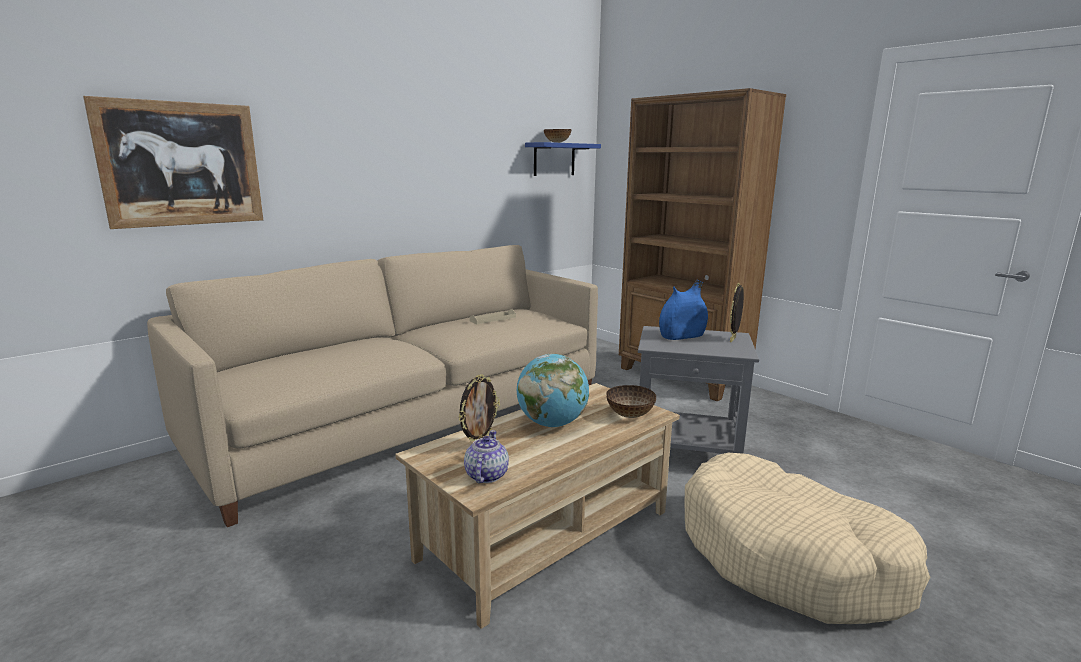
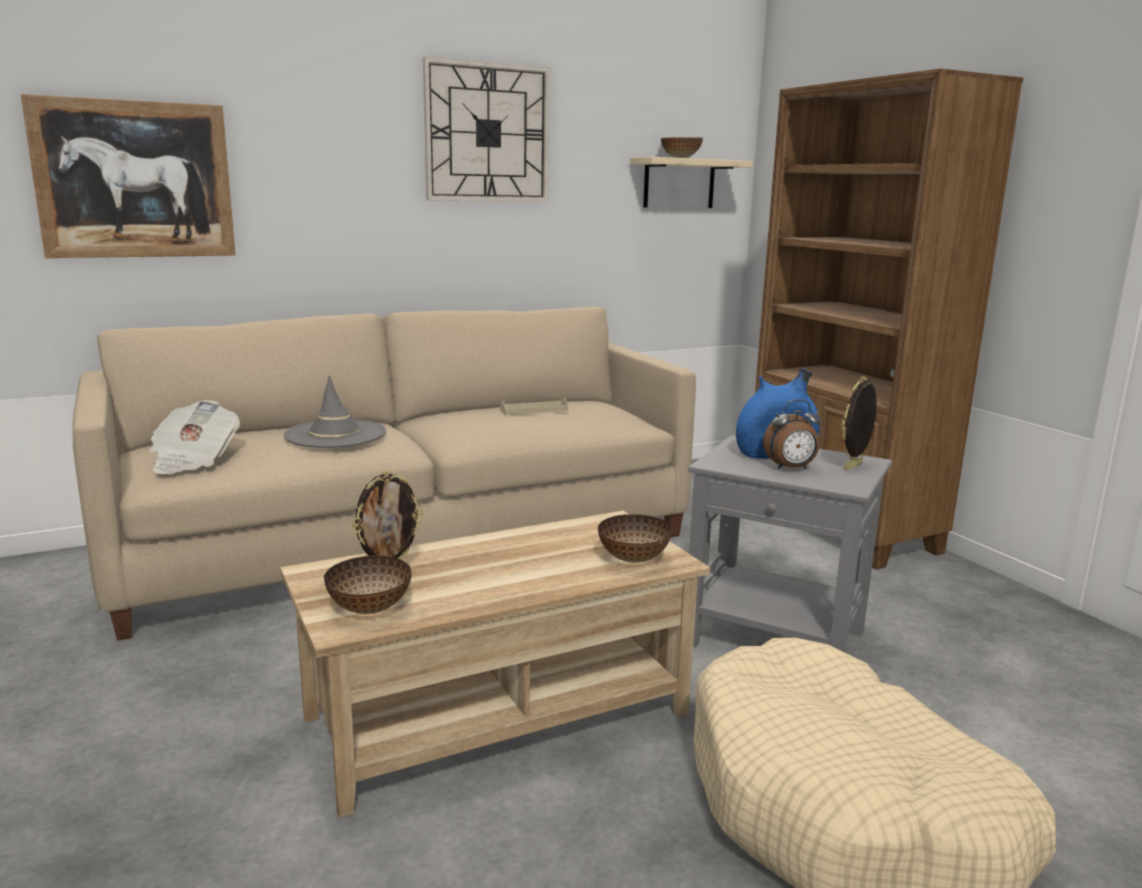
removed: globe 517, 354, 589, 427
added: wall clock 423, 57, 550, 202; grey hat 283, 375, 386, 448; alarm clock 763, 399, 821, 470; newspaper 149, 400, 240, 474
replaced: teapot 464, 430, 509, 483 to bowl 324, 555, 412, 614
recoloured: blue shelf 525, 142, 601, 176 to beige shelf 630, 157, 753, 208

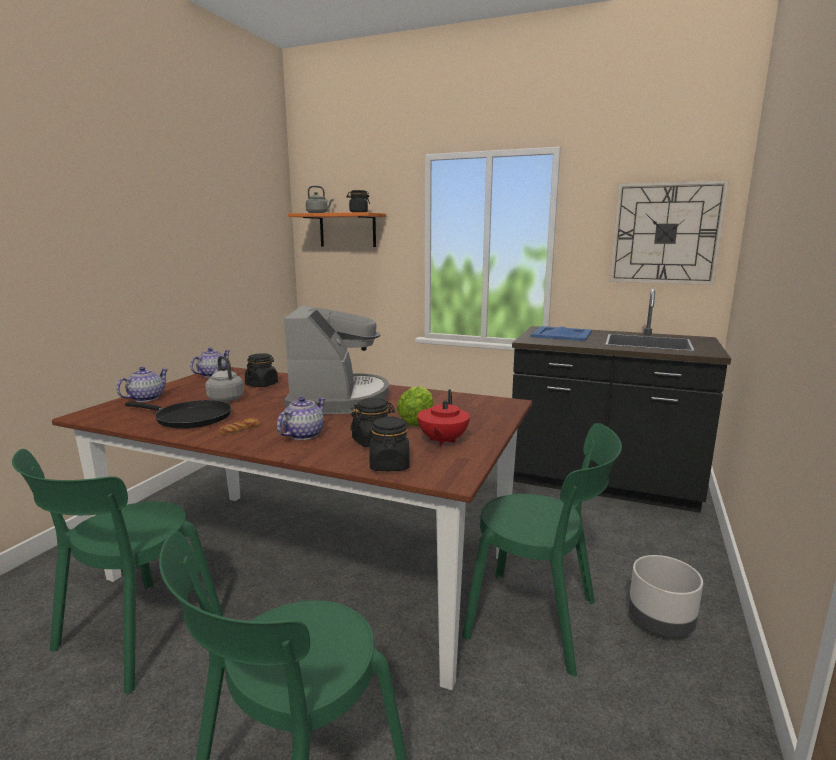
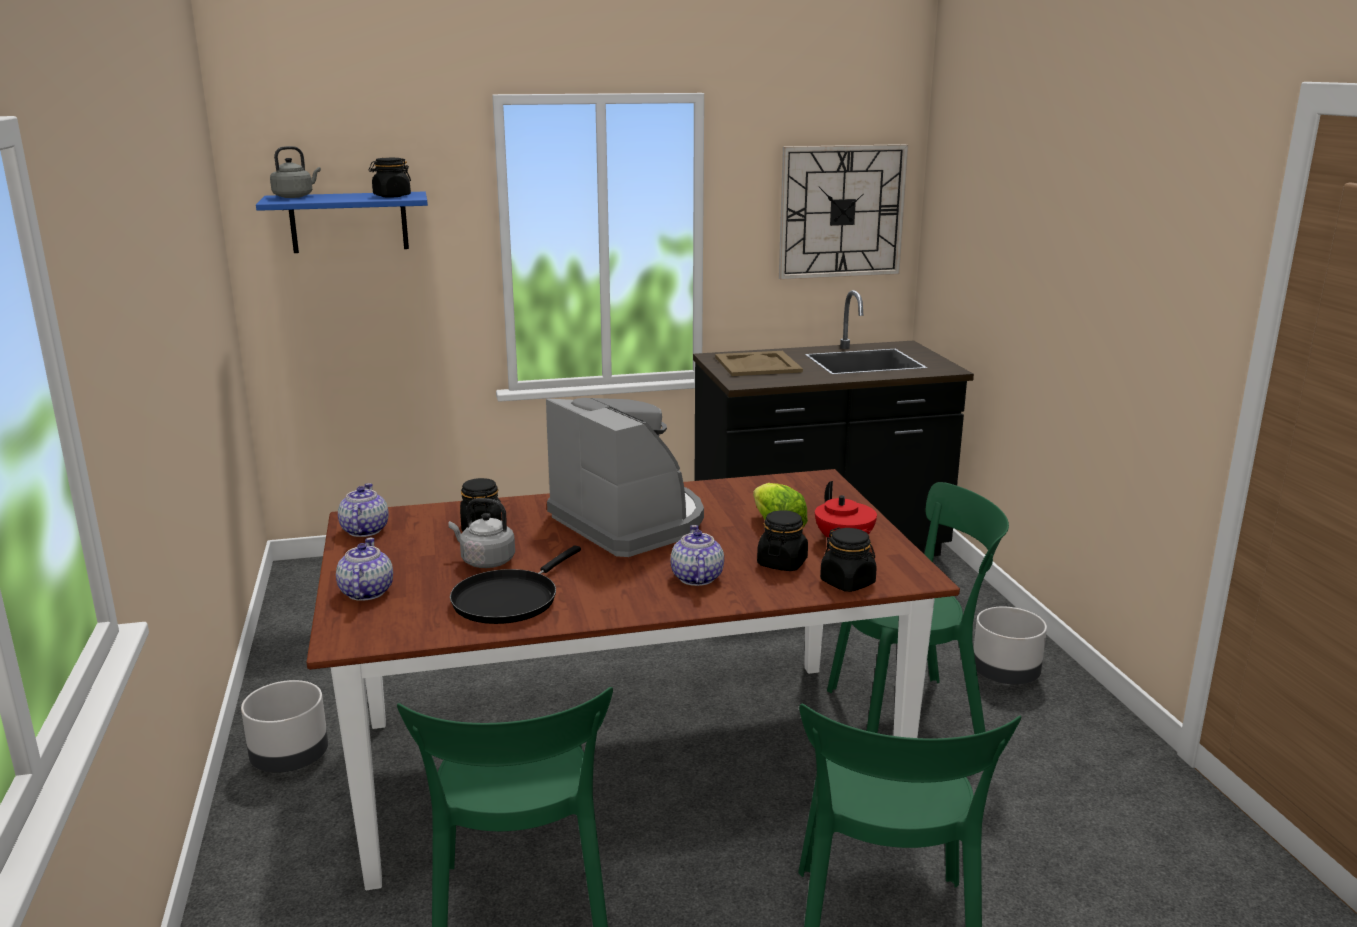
removed: bread 219, 418, 260, 434
added: grey planter 241, 680, 328, 773
recoloured: orange shelf 288, 212, 386, 247 to blue shelf 256, 192, 428, 253; blue tray 531, 326, 592, 341 to beige tray 715, 351, 803, 376
turned: black frying pan 125, 400, 232, 429 = 450, 545, 581, 624 135 degrees clockwise

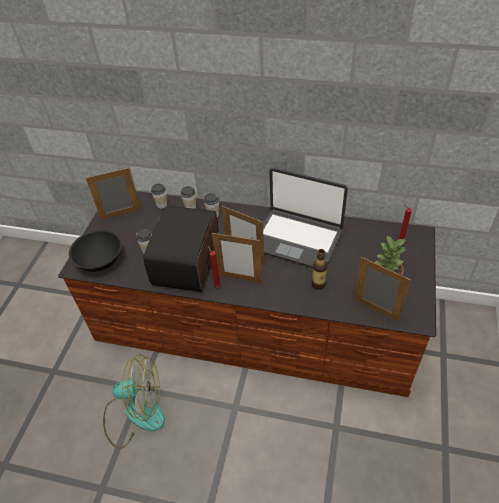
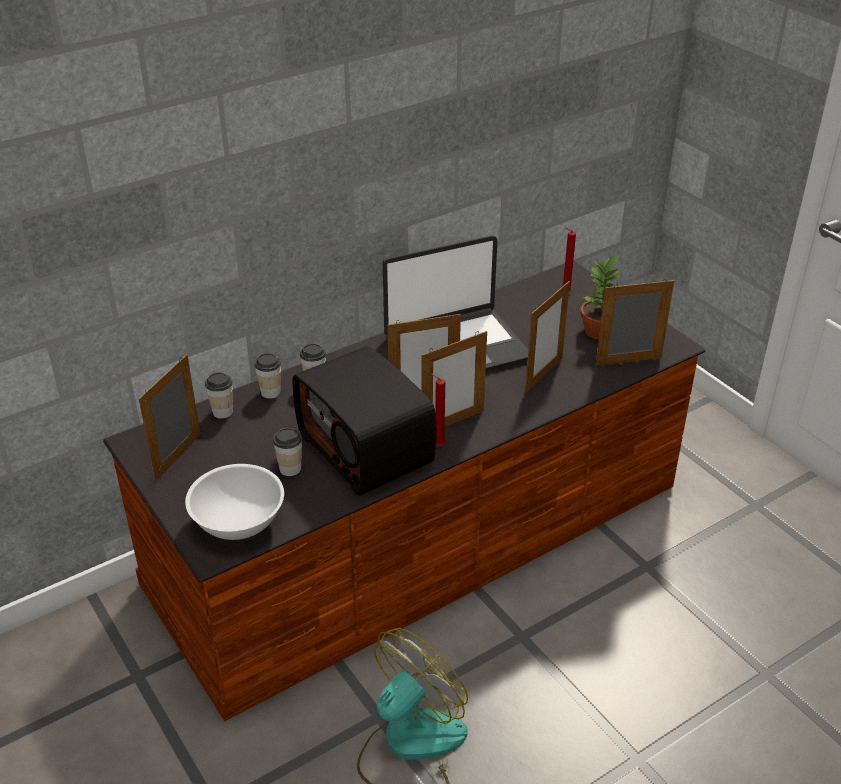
replaced: bottle 312, 249, 327, 290 to picture frame 525, 281, 570, 392
recoloured: black bowl 69, 230, 122, 272 to white bowl 185, 464, 284, 540

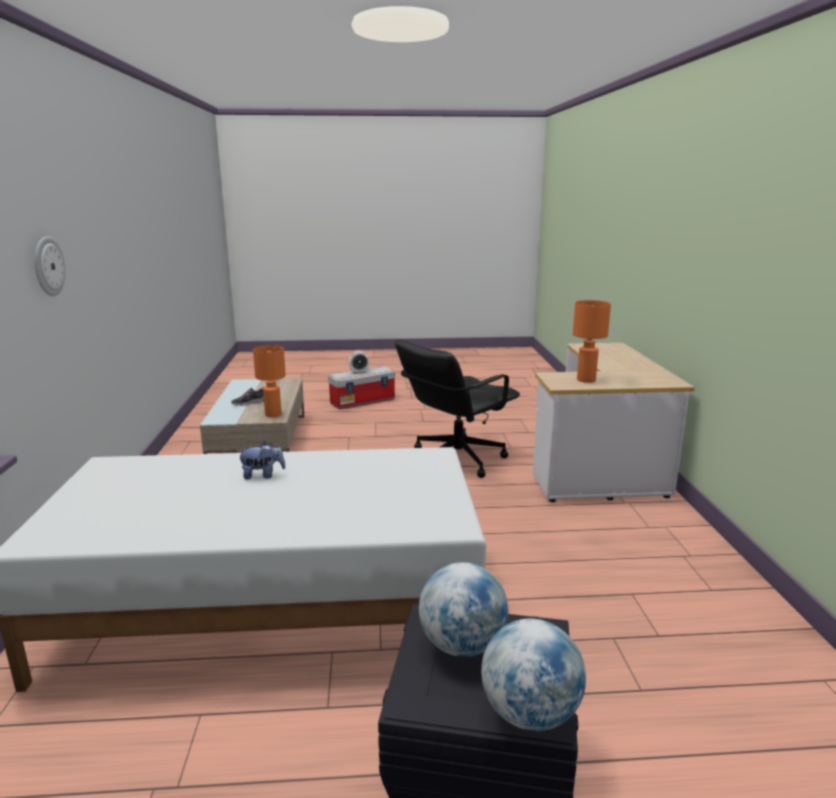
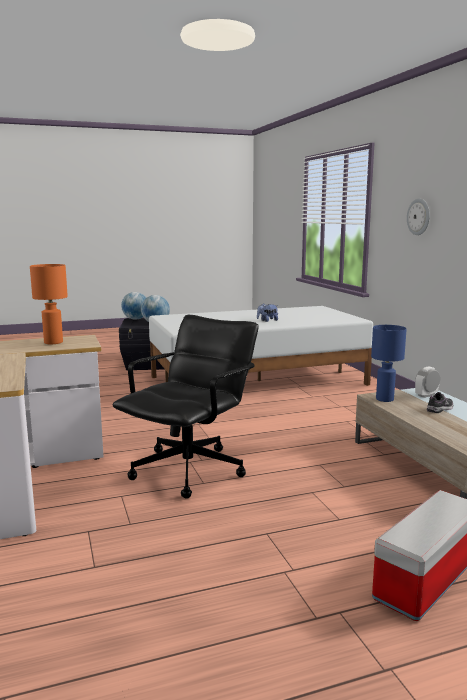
moved: alarm clock 349, 351, 369, 374 to 415, 367, 440, 398
recoloured: orange table lamp 253, 345, 286, 417 to blue table lamp 371, 325, 407, 402

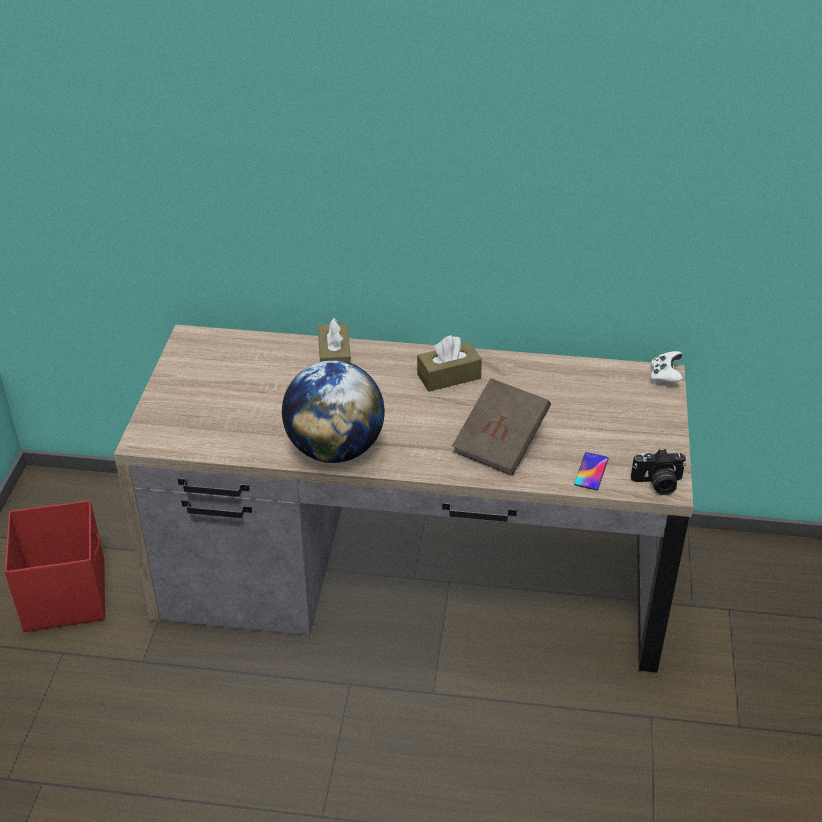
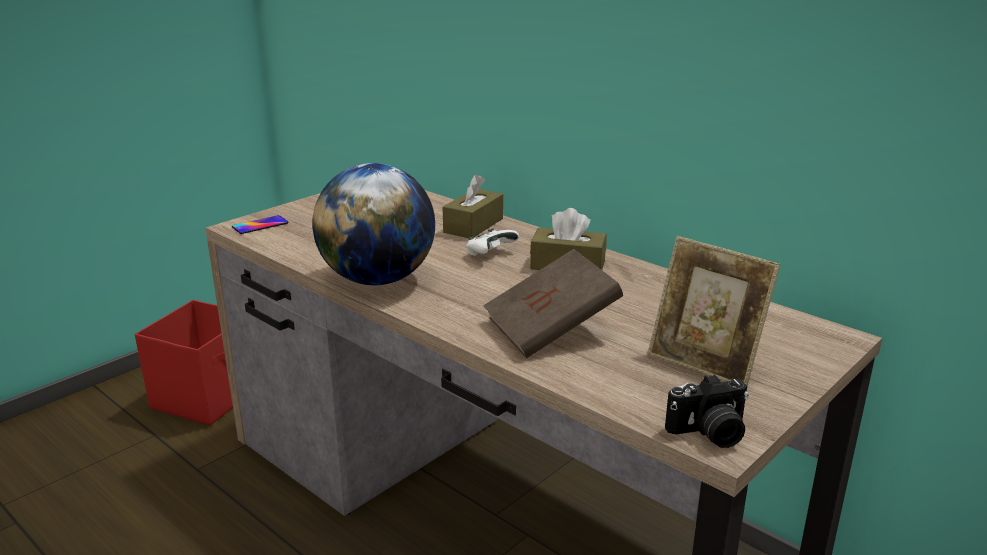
added: picture frame 647, 236, 781, 386
moved: white game controller 651, 351, 683, 384 to 466, 228, 519, 256; phone 574, 452, 609, 490 to 232, 215, 289, 234
turned: photo camera 631, 449, 686, 495 = 665, 374, 749, 448 45 degrees counterclockwise

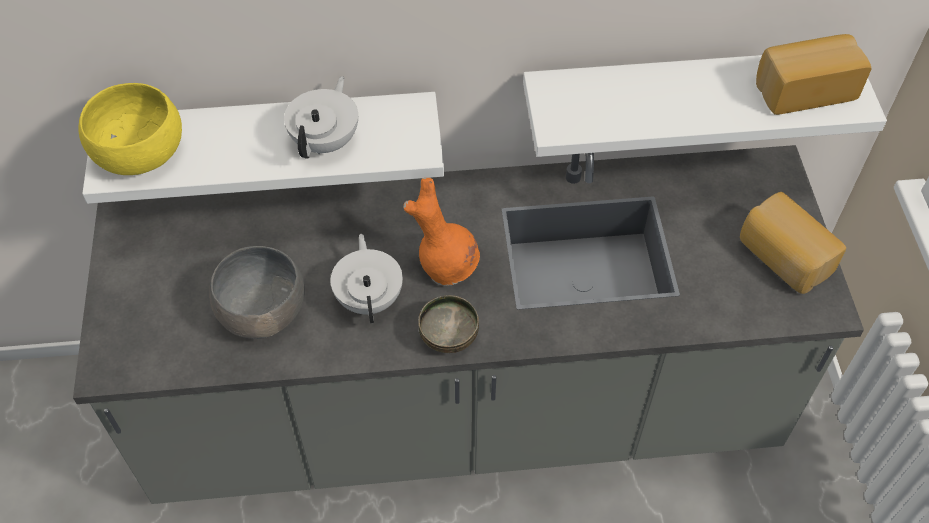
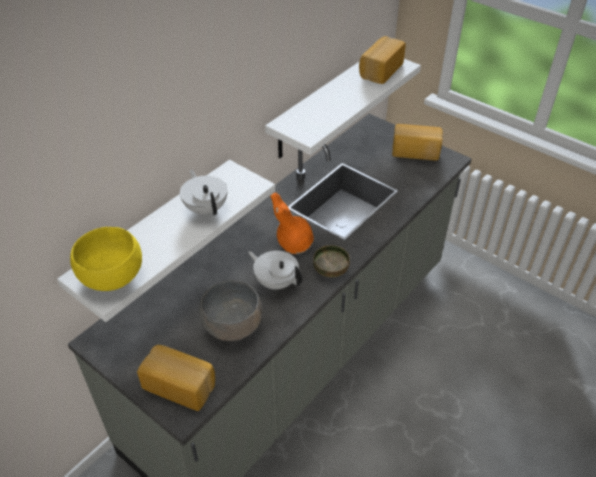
added: bread 137, 345, 215, 411

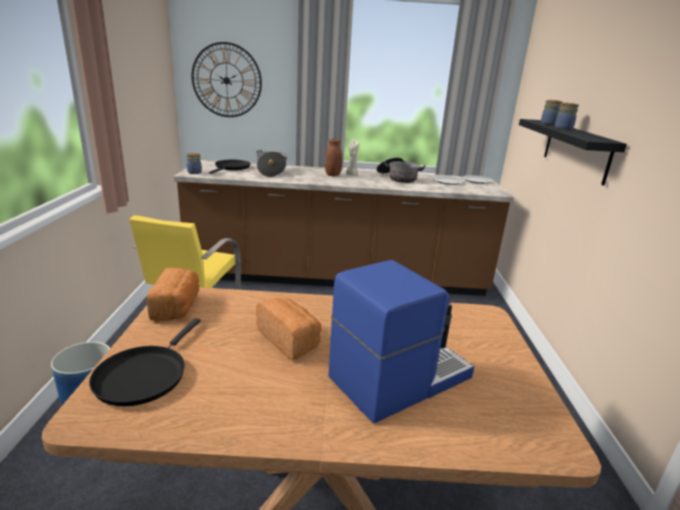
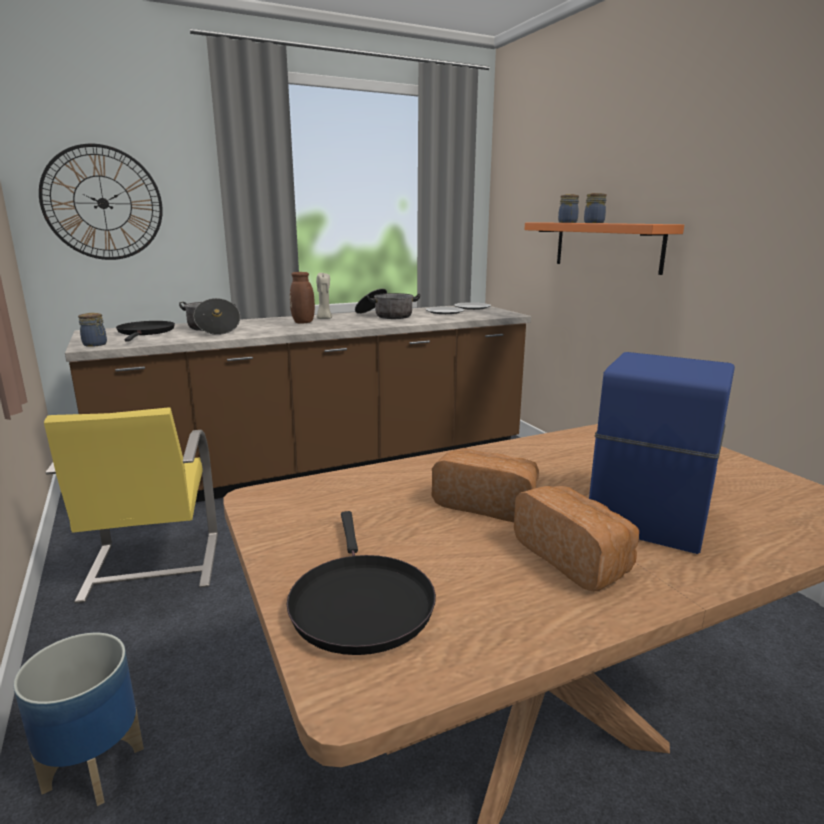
moved: bread 147, 268, 199, 322 to 514, 486, 639, 592
recoloured: black shelf 519, 119, 627, 186 to orange shelf 524, 223, 684, 275

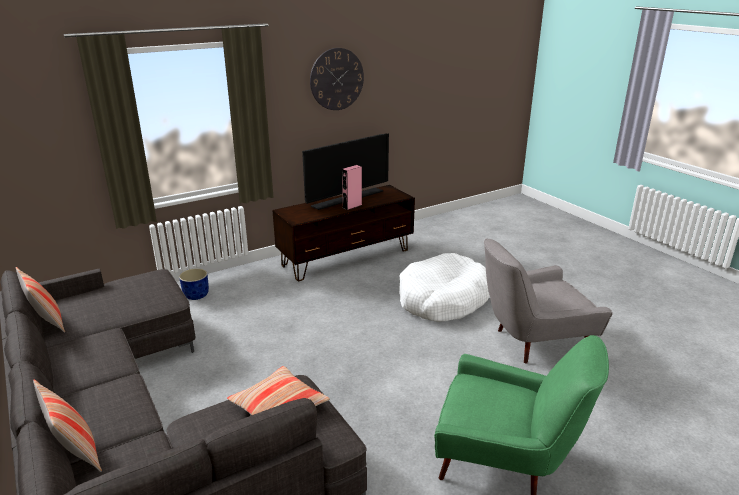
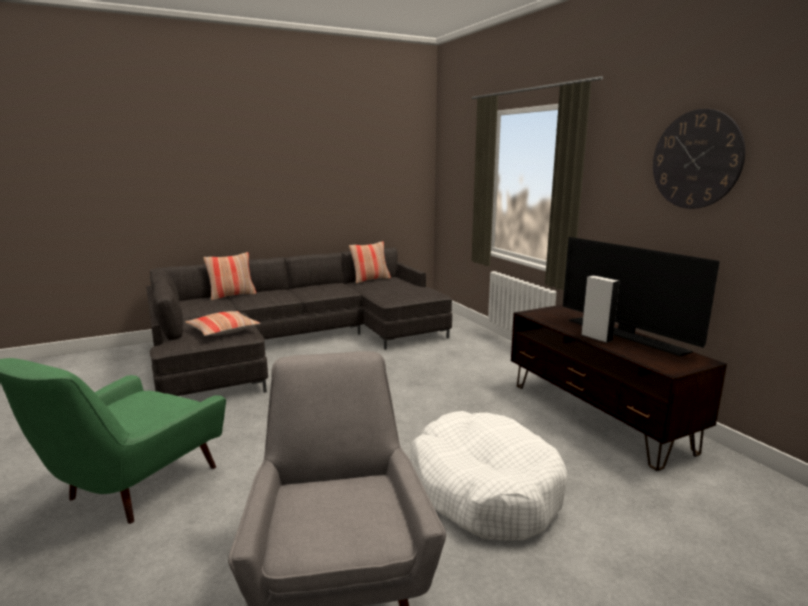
removed: blue planter 179, 268, 209, 300
recoloured: pink speaker 342, 165, 362, 210 to grey speaker 581, 275, 620, 343

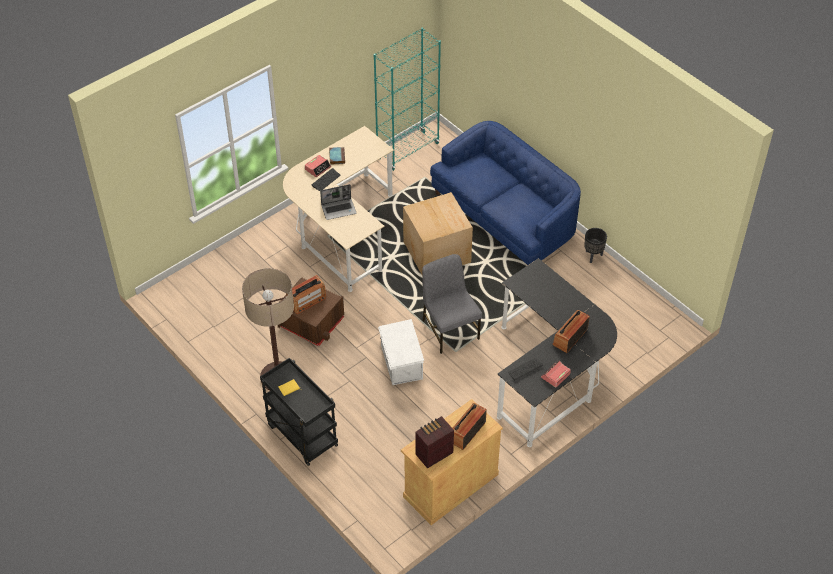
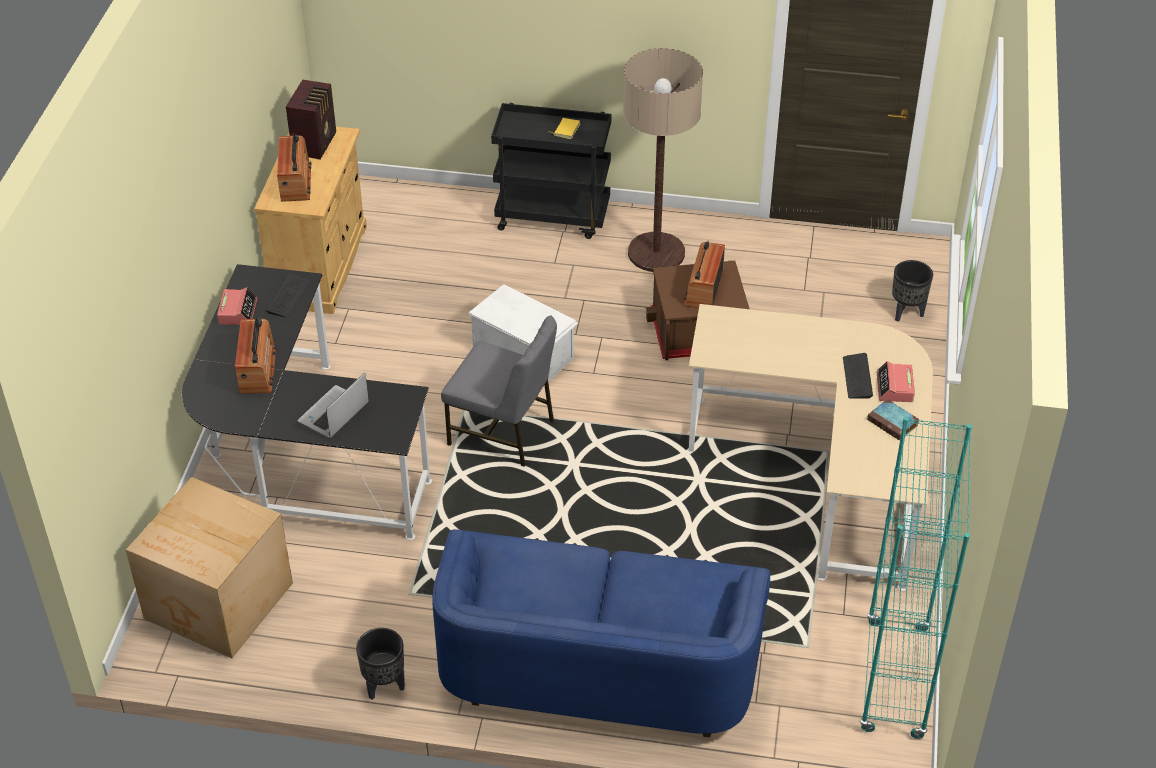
added: black planter 892, 260, 933, 322
moved: laptop 320, 184, 356, 220 to 298, 373, 369, 438; cardboard box 403, 192, 473, 274 to 125, 477, 293, 658

